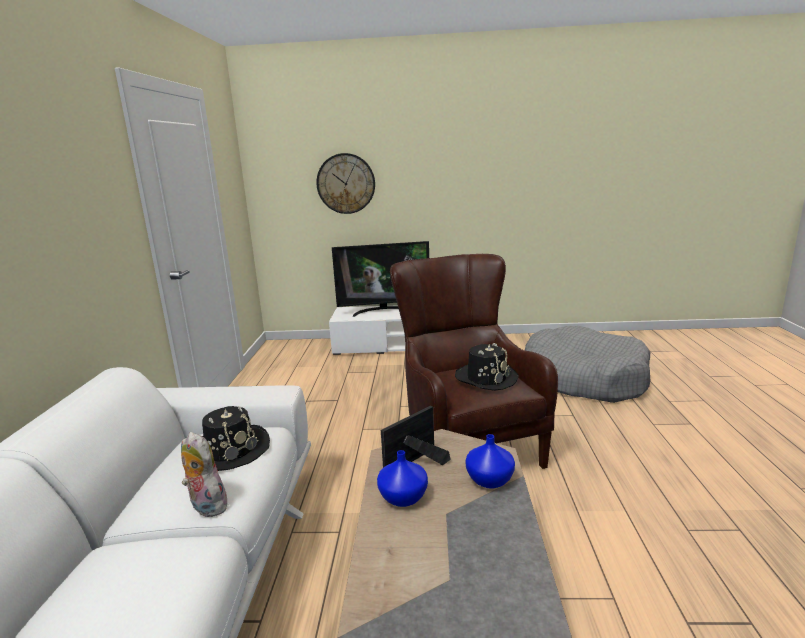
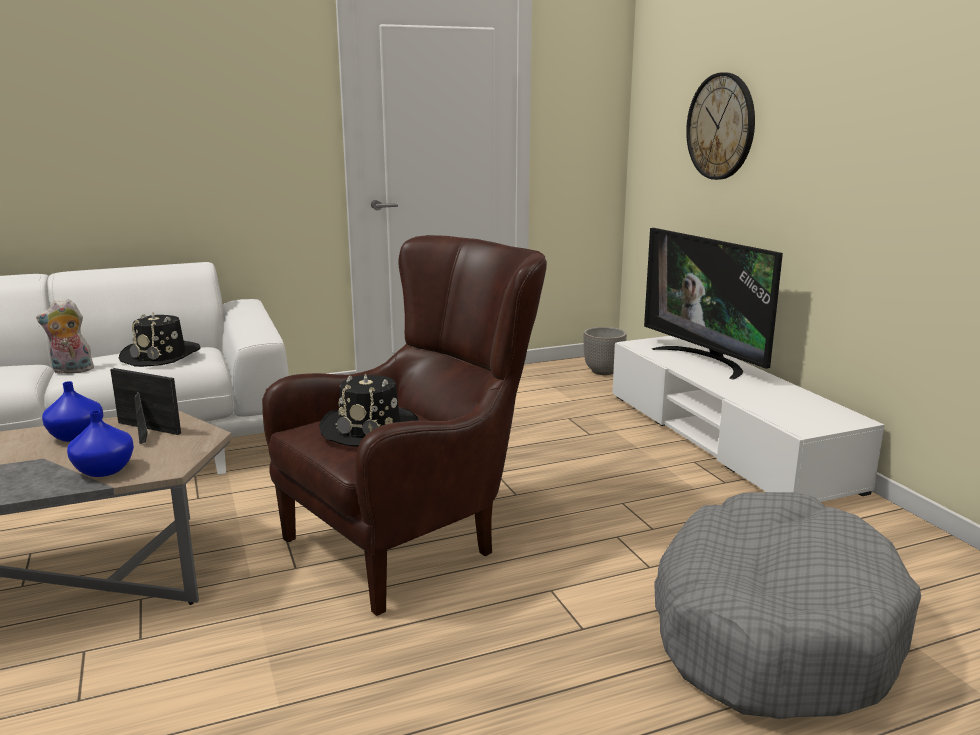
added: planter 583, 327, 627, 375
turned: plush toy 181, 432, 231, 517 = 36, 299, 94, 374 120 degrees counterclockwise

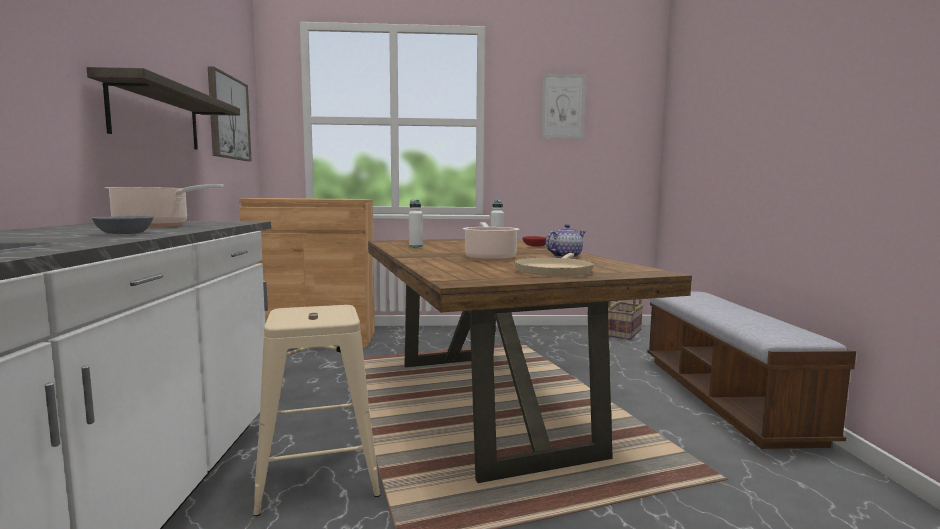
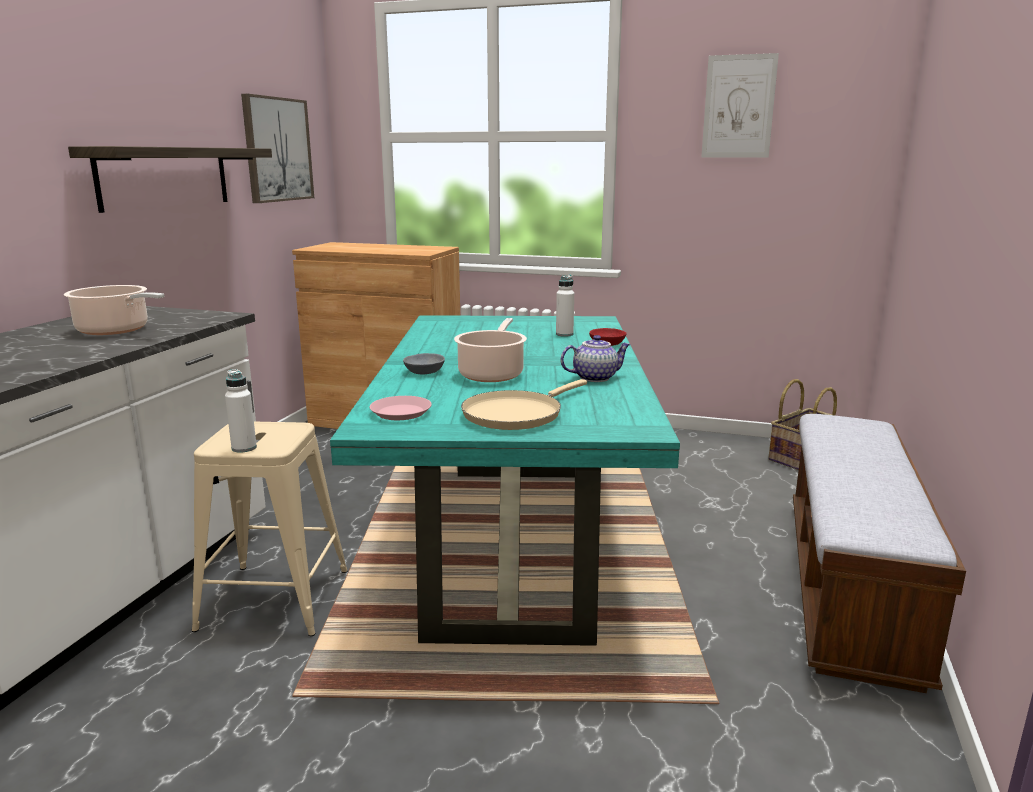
added: pink plate 370, 396, 432, 420
moved: white bottle 409, 199, 423, 247 to 225, 369, 257, 452; grey bowl 92, 215, 153, 234 to 403, 353, 445, 374
recoloured: brown dining table 368, 239, 692, 483 to turquoise dining table 330, 315, 680, 646

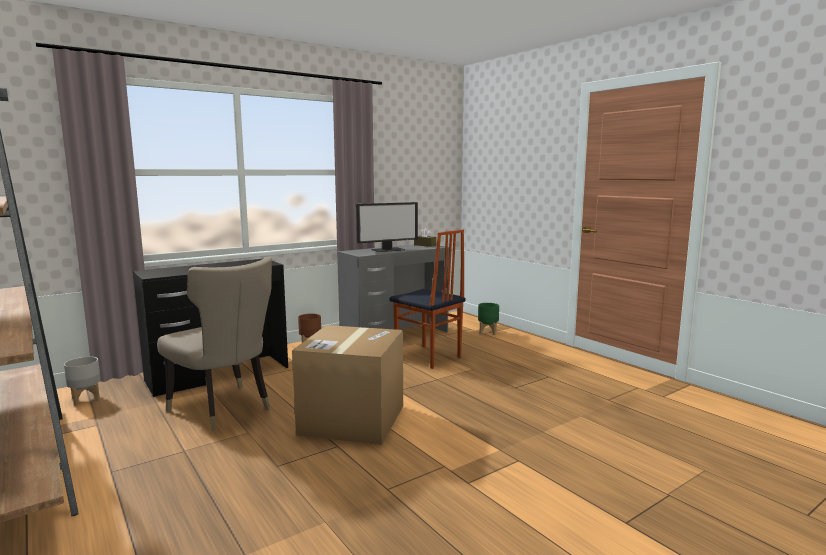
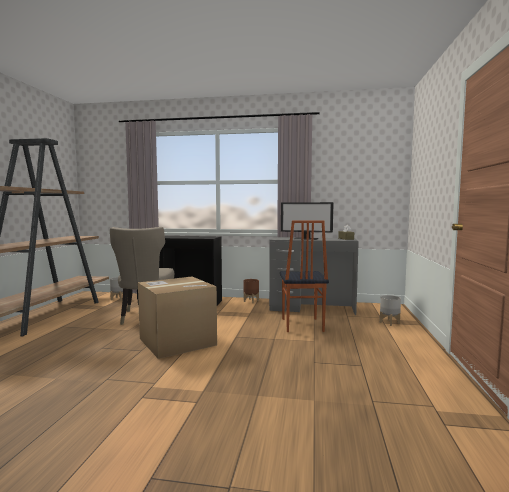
recoloured: green planter 478, 303, 499, 335 to grey planter 380, 295, 401, 326

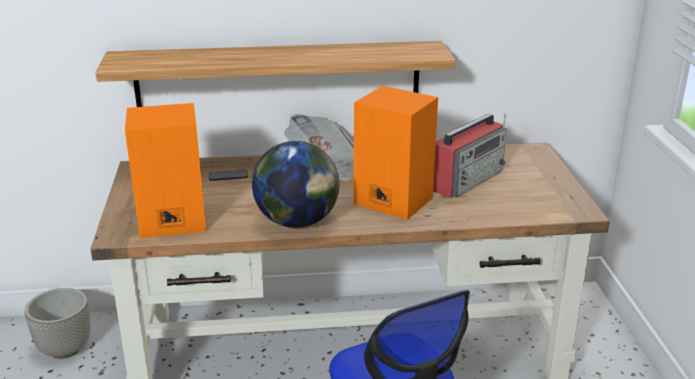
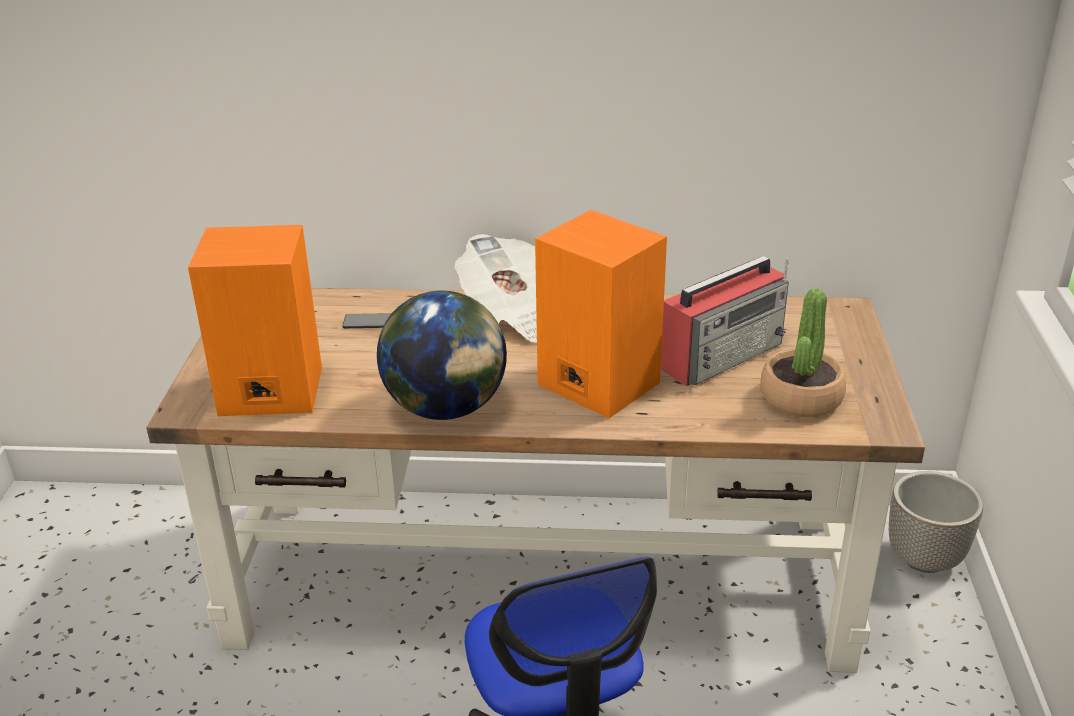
removed: shelf 95, 41, 455, 107
added: potted plant 760, 288, 846, 417
moved: planter 25, 288, 90, 359 to 889, 471, 983, 573

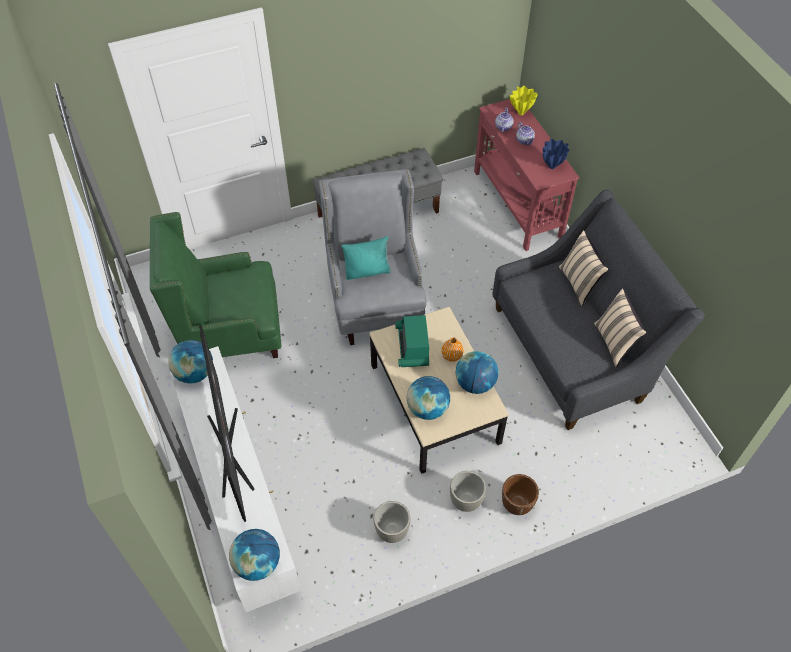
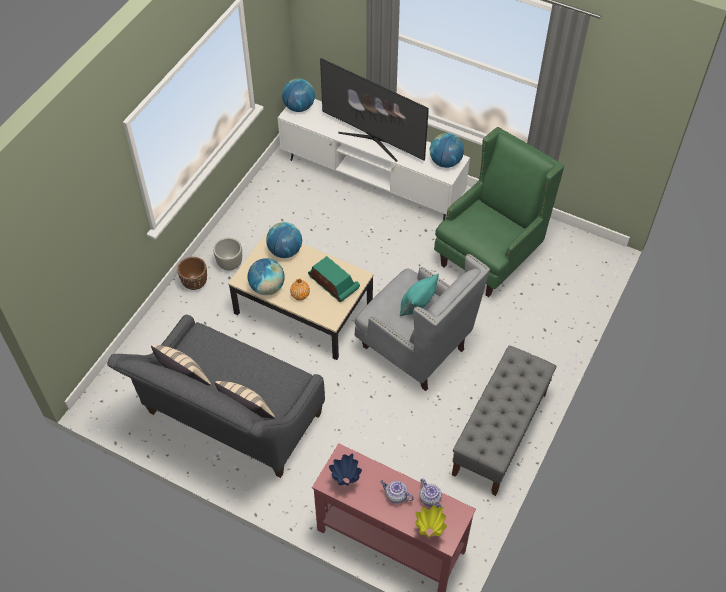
removed: grey planter 374, 501, 411, 543

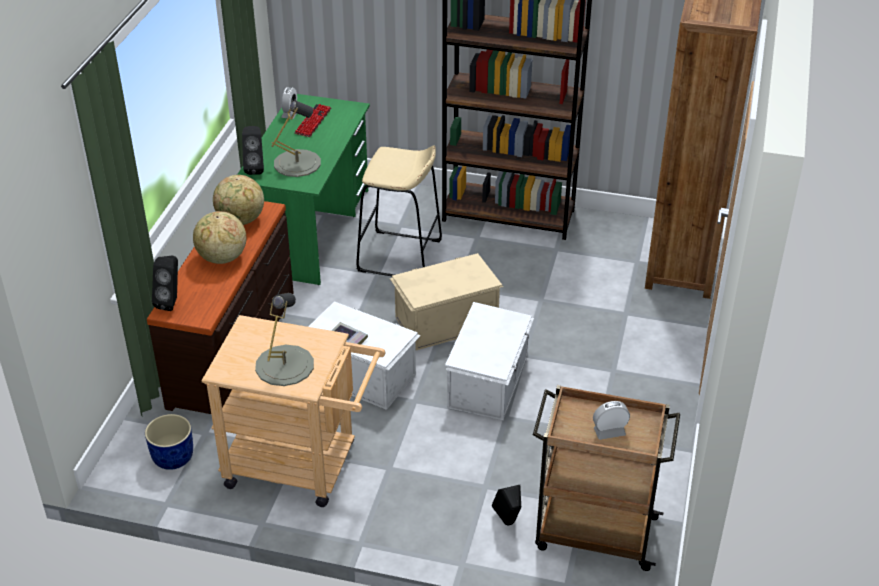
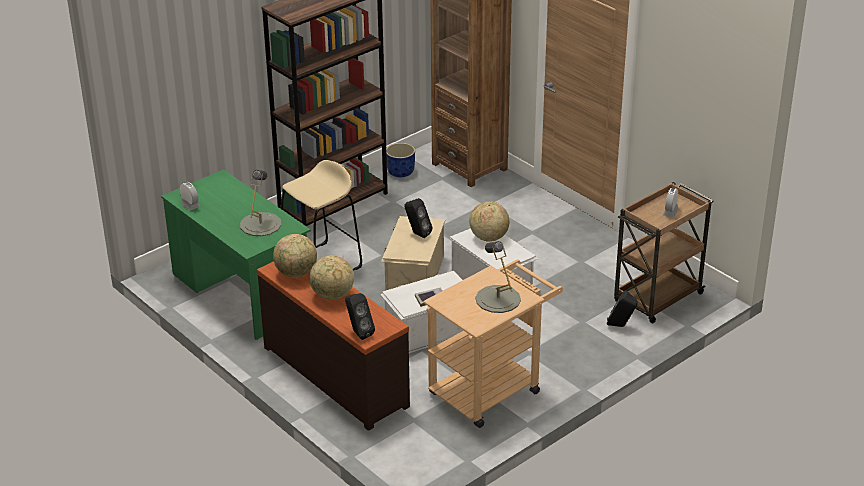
removed: keyboard 294, 104, 331, 137
added: globe 469, 201, 509, 242
moved: black speaker 242, 126, 264, 175 to 404, 198, 433, 238; blue planter 145, 414, 193, 470 to 386, 143, 415, 177

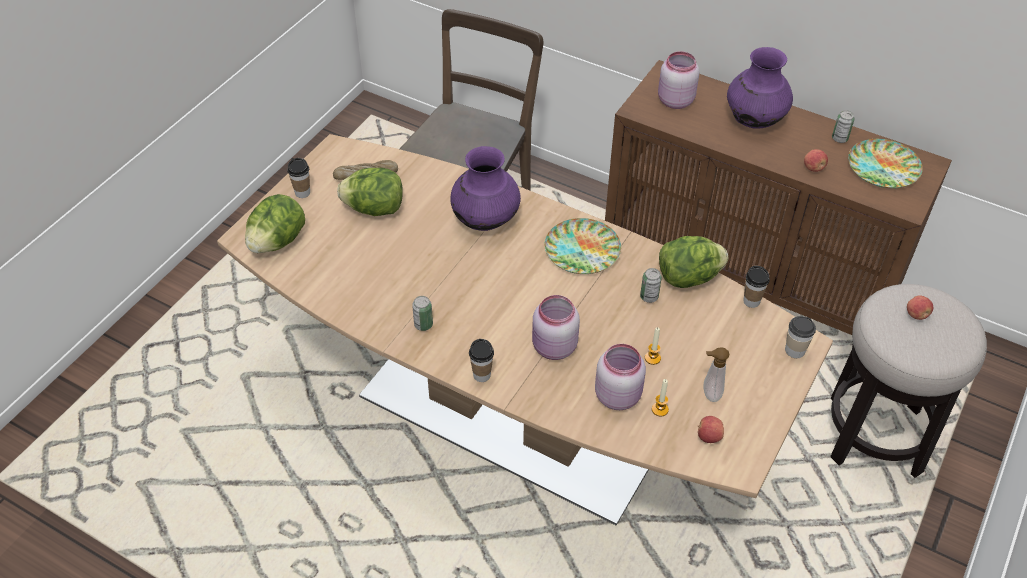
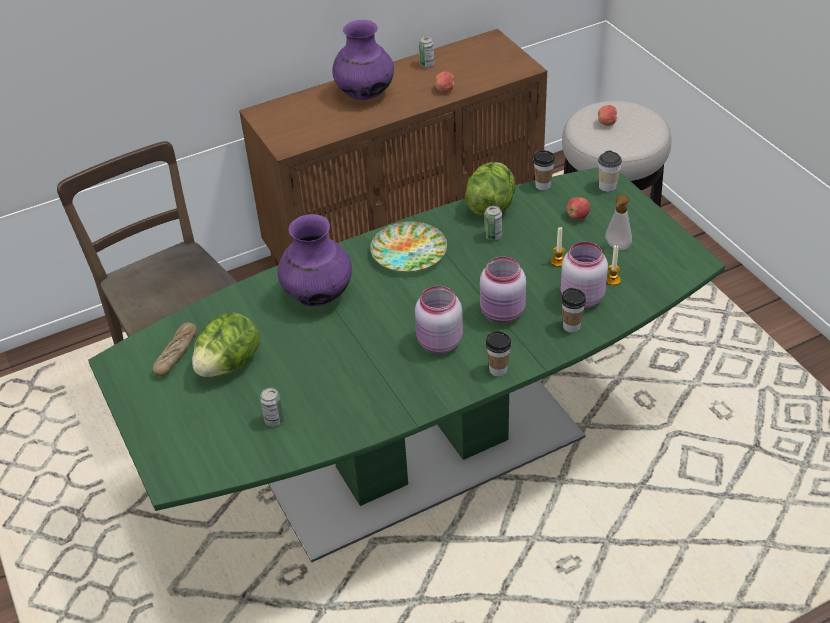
removed: plate 848, 139, 923, 188; lettuce 245, 194, 305, 253
moved: pink jar 658, 51, 699, 109 to 415, 286, 463, 354; cup 287, 158, 310, 198 to 561, 288, 586, 333; can 412, 296, 433, 331 to 260, 388, 284, 426; apple 697, 416, 724, 443 to 566, 197, 590, 220
recoloured: brown dining table 217, 134, 833, 525 to green dining table 88, 167, 725, 563

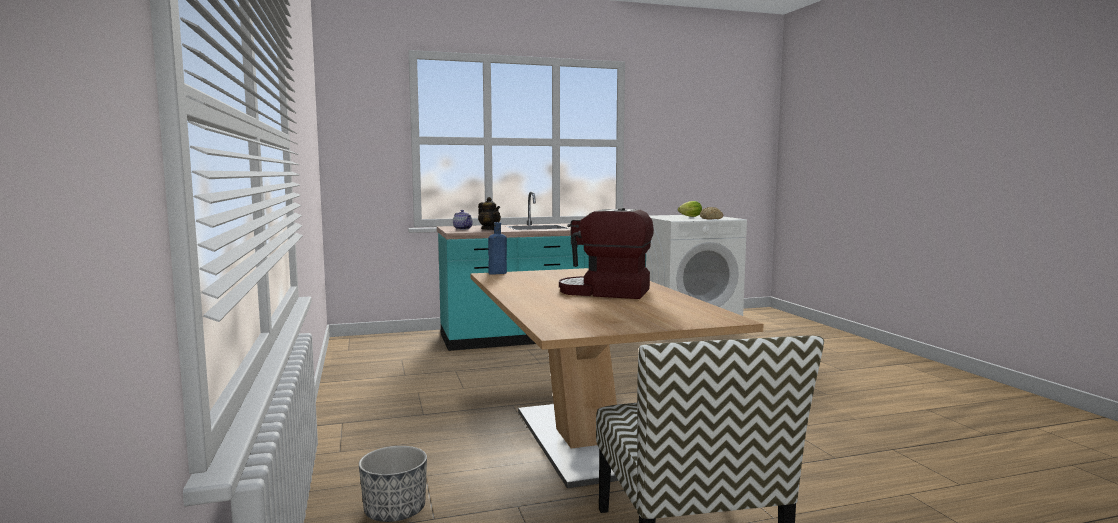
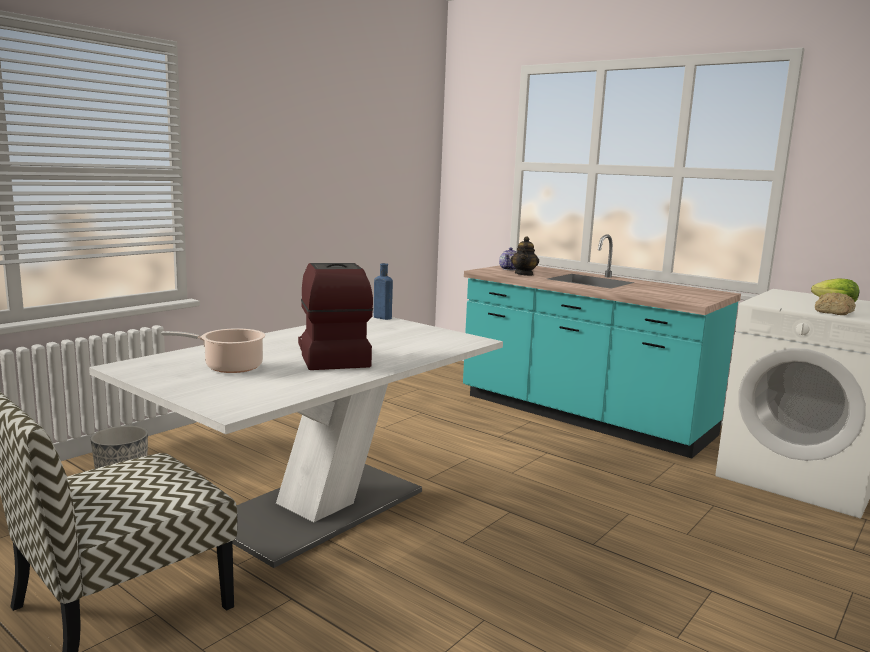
added: cooking pot 161, 328, 265, 373
recoloured: brown dining table 471, 268, 764, 488 to white dining table 89, 313, 503, 568

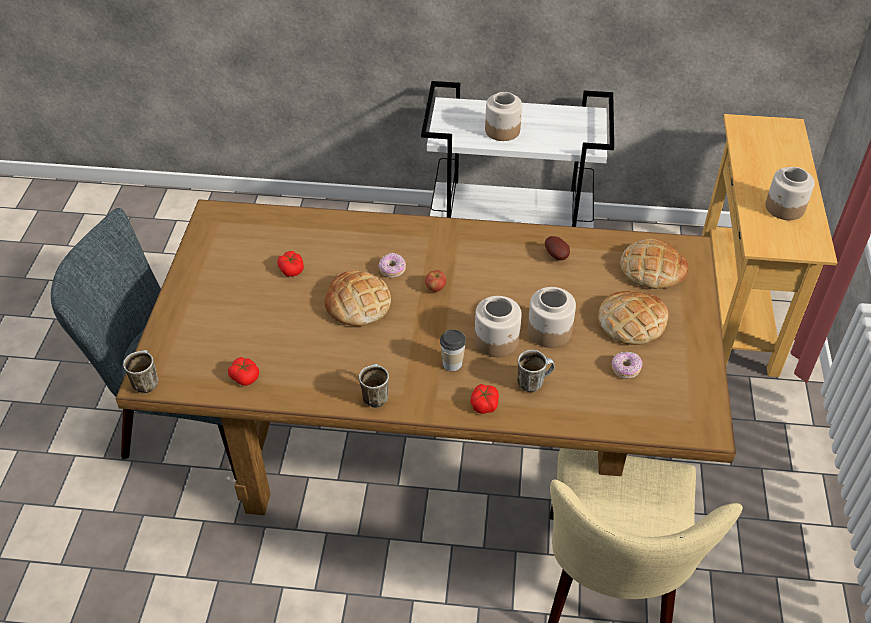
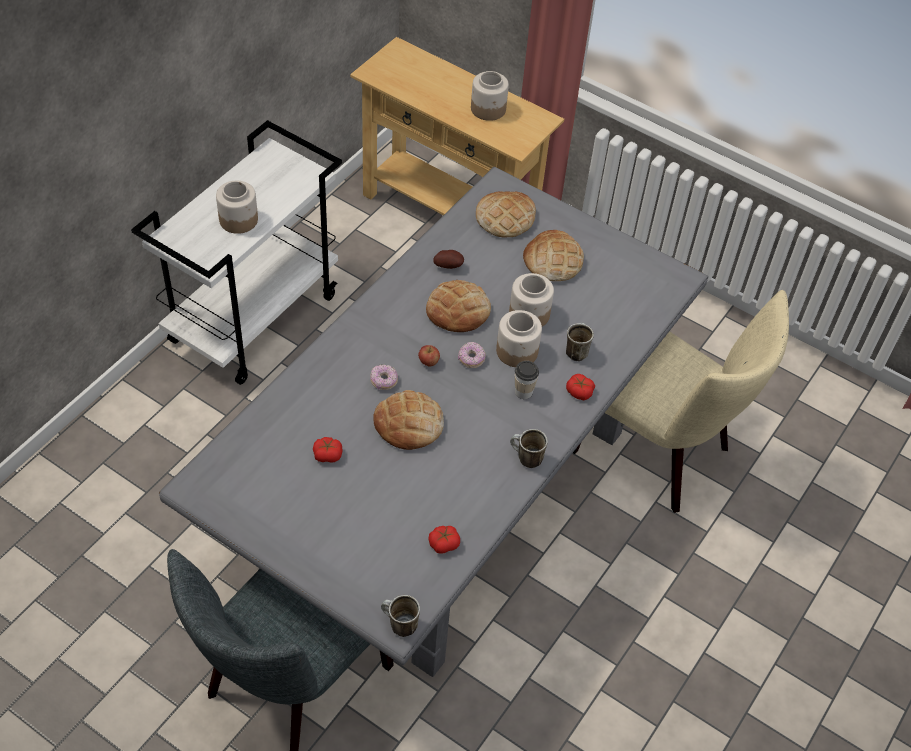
added: bread 426, 280, 491, 332
moved: donut 612, 352, 642, 379 to 458, 342, 486, 368
recoloured: brown dining table 116, 199, 736, 515 to grey dining table 159, 167, 708, 677

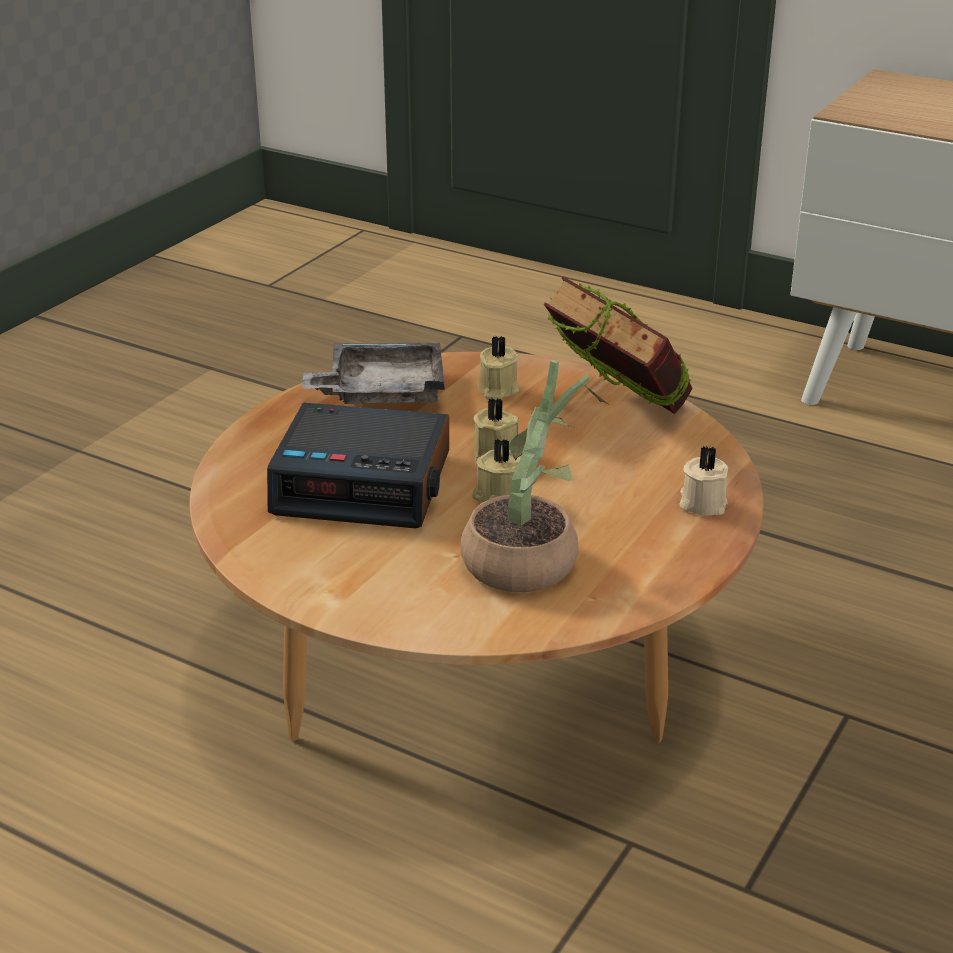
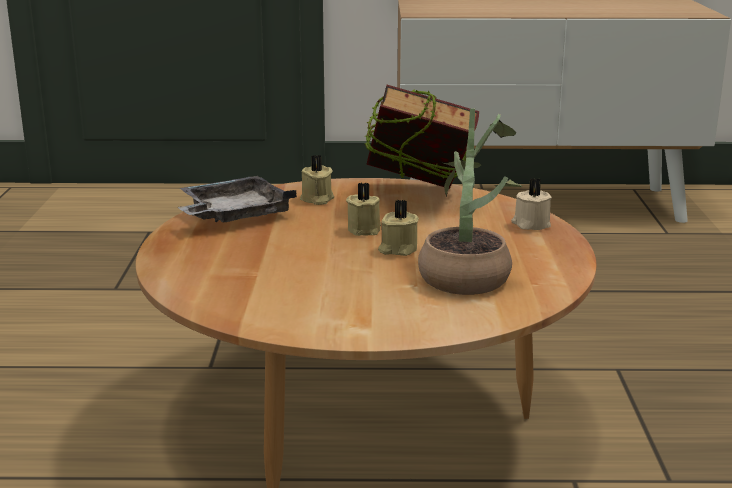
removed: alarm clock 267, 403, 449, 528

